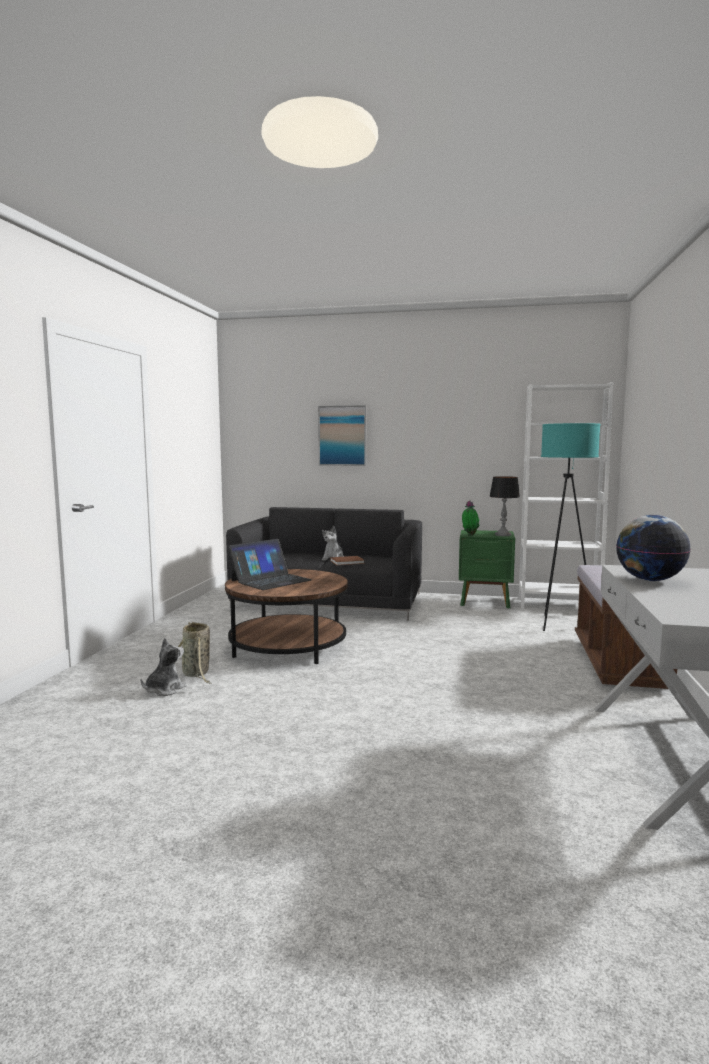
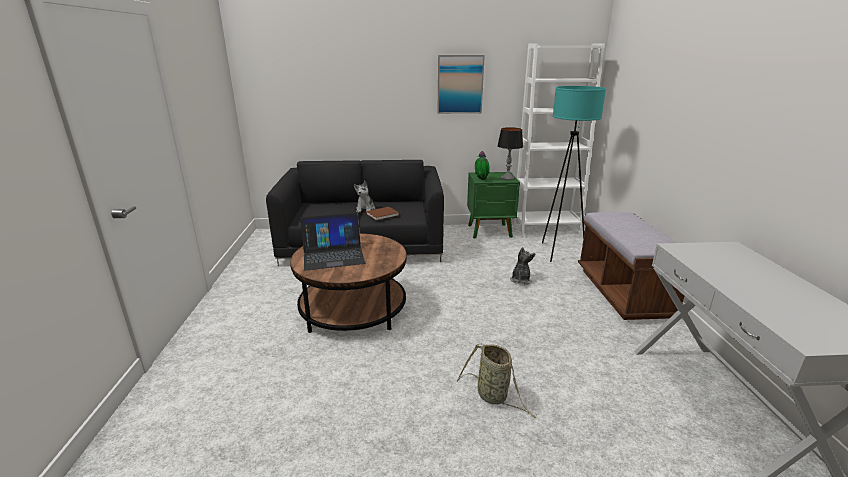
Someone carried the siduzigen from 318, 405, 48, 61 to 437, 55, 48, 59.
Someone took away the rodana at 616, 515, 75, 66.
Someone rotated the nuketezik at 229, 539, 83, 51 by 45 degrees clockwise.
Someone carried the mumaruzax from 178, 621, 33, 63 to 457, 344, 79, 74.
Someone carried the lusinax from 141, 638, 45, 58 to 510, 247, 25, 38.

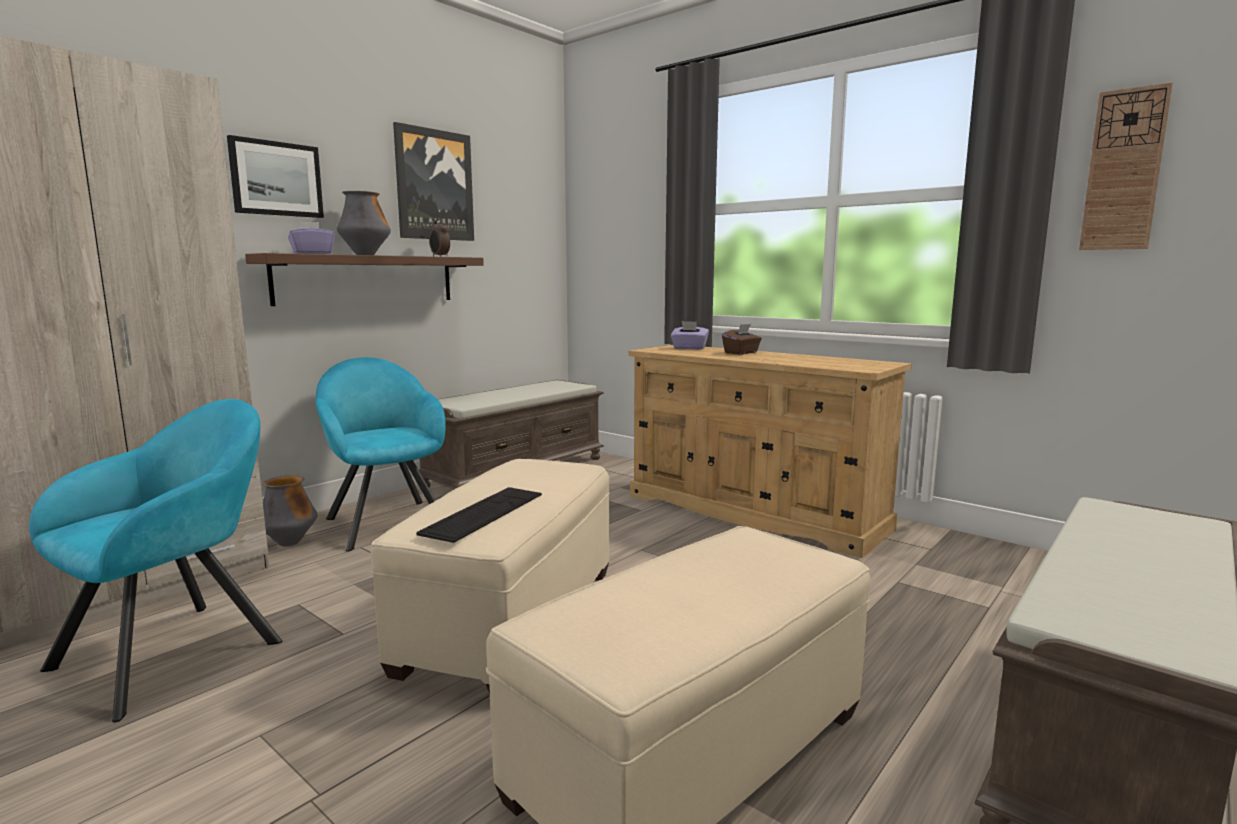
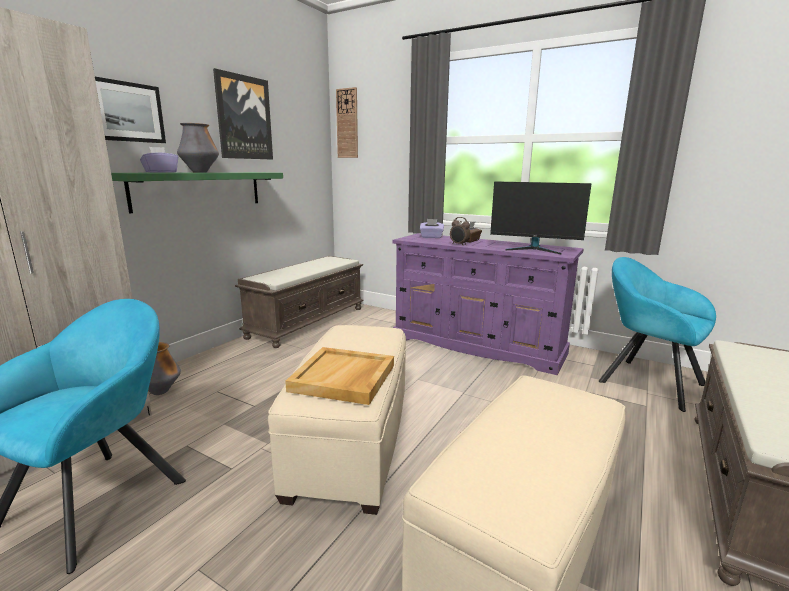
Someone carried the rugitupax from 1079, 82, 94, 168 to 336, 87, 22, 71.
Someone carried the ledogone from 429, 219, 21, 38 to 450, 217, 20, 29.
Someone repainted the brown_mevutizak at 245, 253, 239, 53, which became the green_mevutizak at 111, 172, 172, 41.
Someone repainted the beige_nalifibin at 628, 345, 284, 213, which became the purple_nalifibin at 392, 233, 192, 142.
Someone carried the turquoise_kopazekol from 315, 357, 131, 195 to 598, 257, 118, 155.
Someone swapped the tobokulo at 416, 487, 126, 56 for the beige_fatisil at 285, 347, 109, 58.
Someone put down the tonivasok at 490, 181, 102, 73.

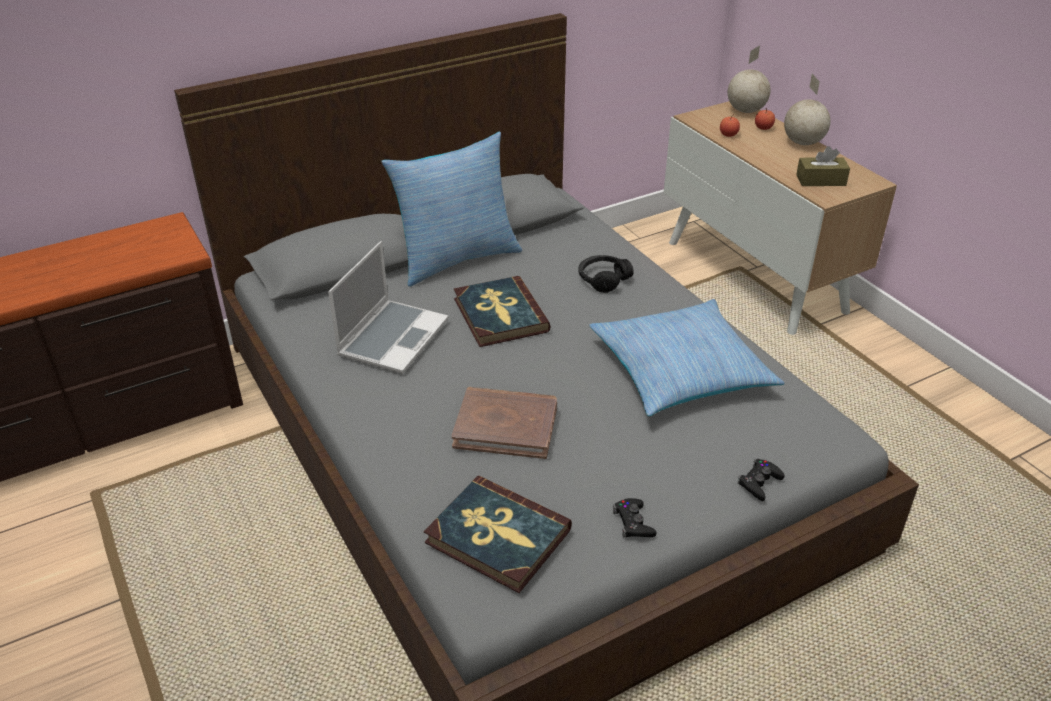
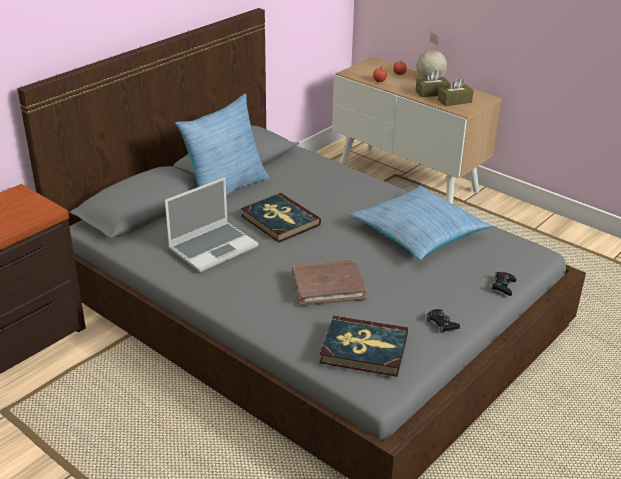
Someone took away the rodana at 728, 46, 43, 67.
Someone rotated the nuketezik at 328, 241, 121, 133 by 45 degrees clockwise.
Someone took away the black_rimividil at 578, 255, 56, 38.
Someone put down the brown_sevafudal at 416, 69, 34, 28.

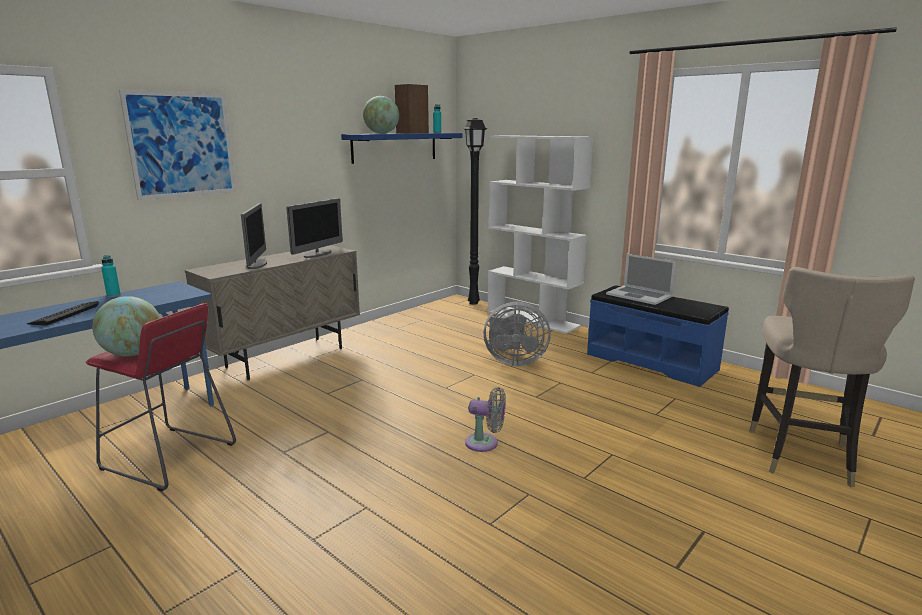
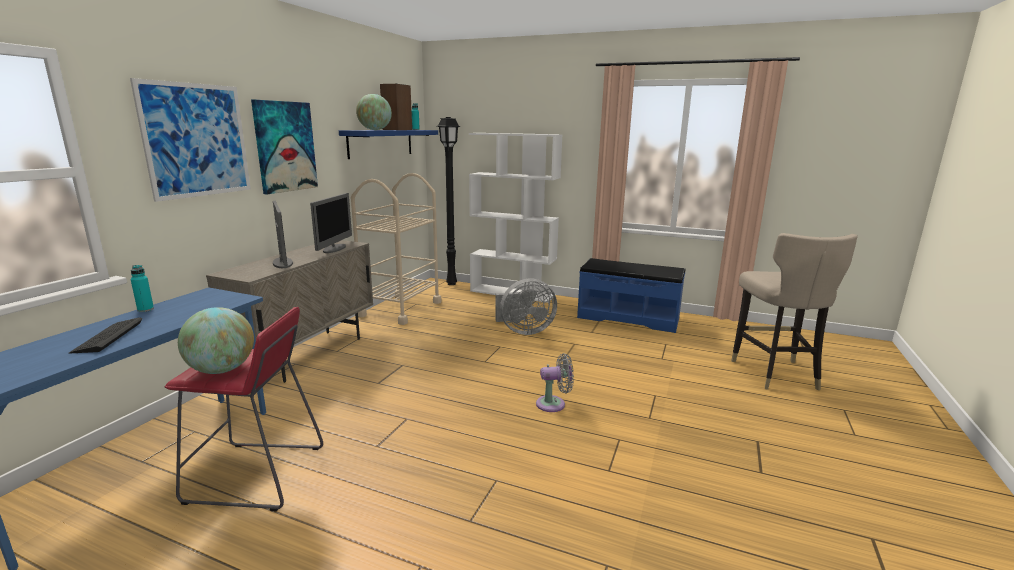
Someone took away the nuketezik at 606, 254, 70, 51.
Someone put up the siduzigen at 251, 100, 67, 95.
Someone put down the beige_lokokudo at 351, 173, 90, 152.

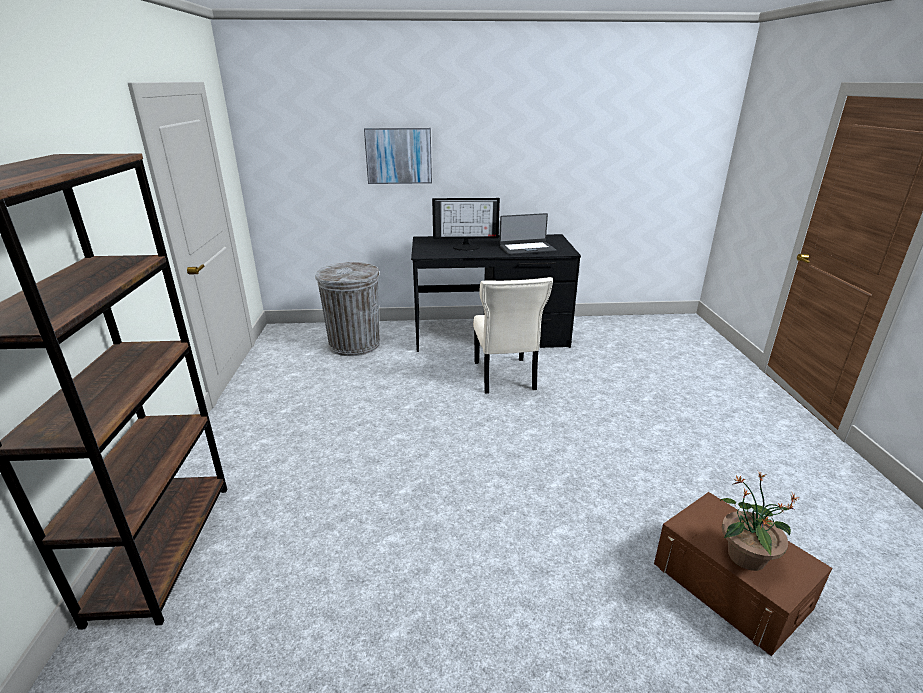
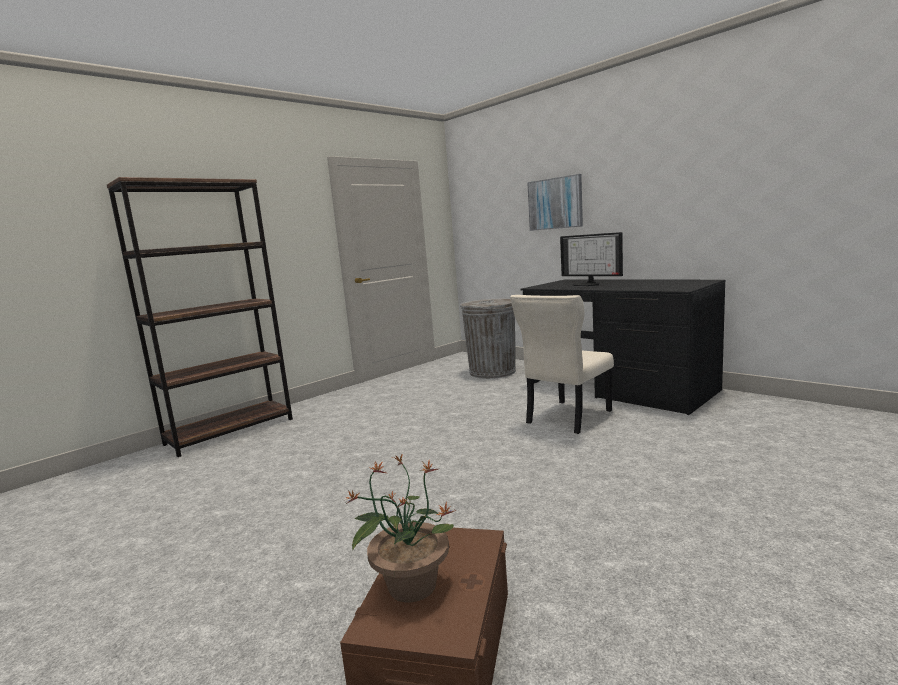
Someone took away the nuketezik at 499, 213, 57, 42.

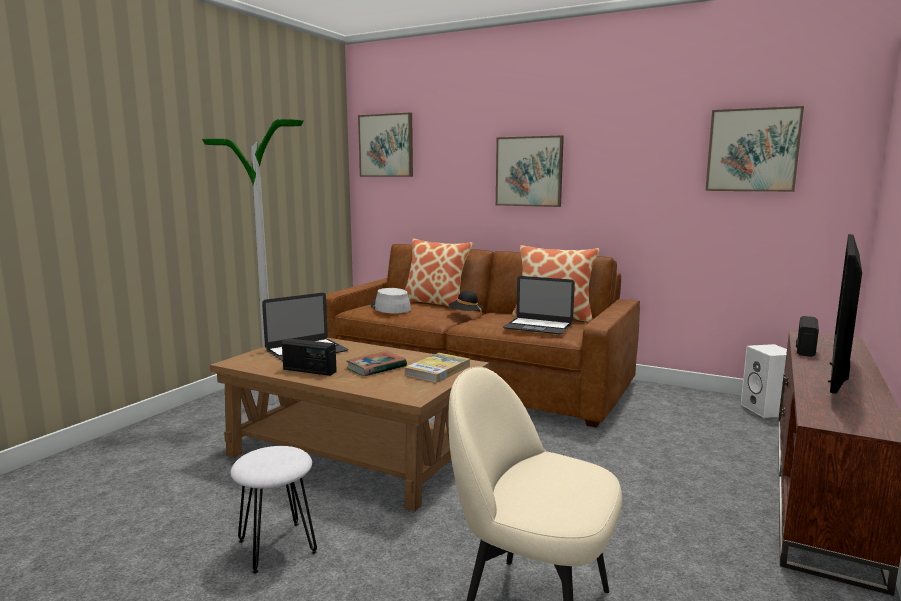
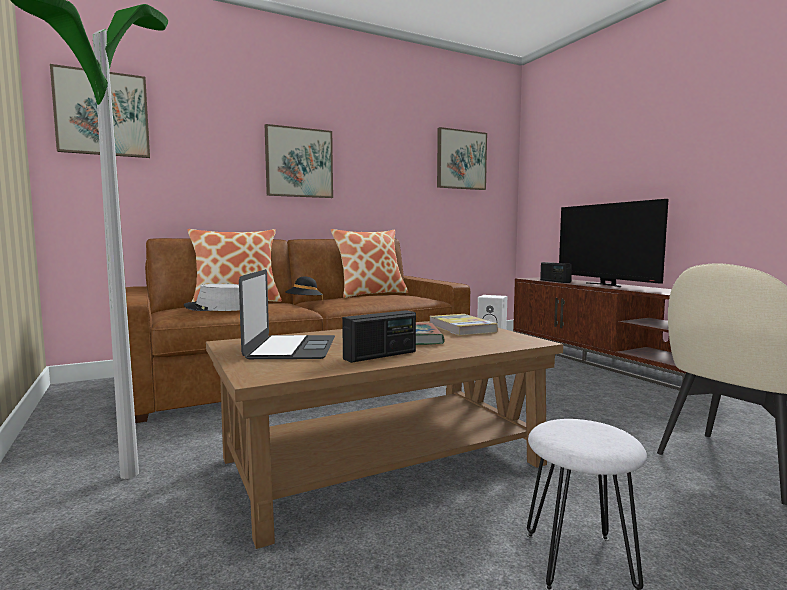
Someone took away the nuketezik at 503, 276, 72, 58.

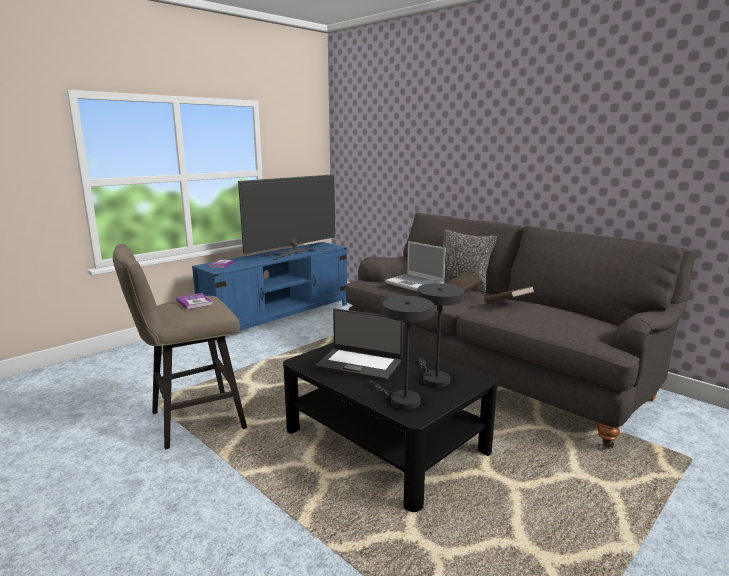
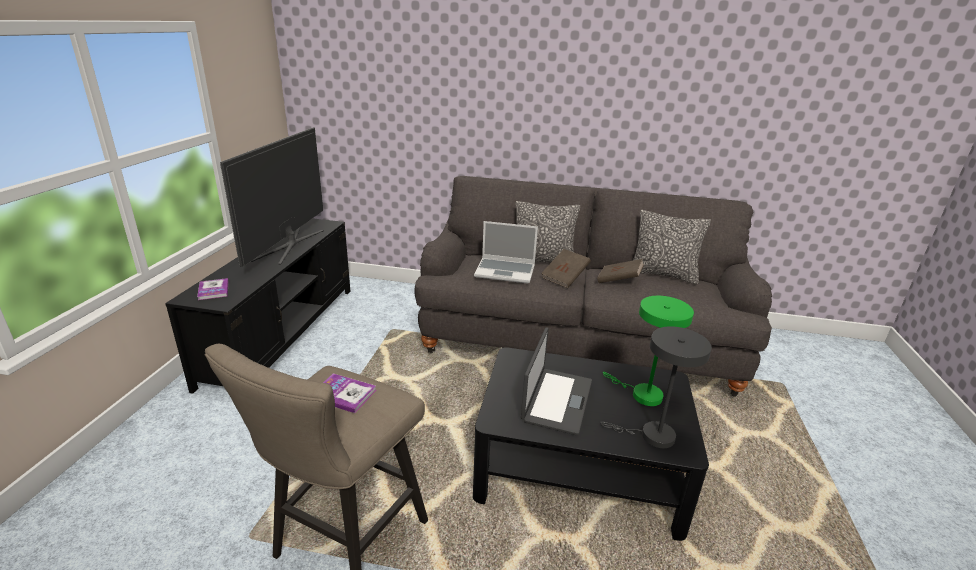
Someone repainted the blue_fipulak at 192, 242, 155, 88, which became the black_fipulak at 165, 218, 186, 175.
Someone repainted the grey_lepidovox at 417, 283, 47, 105, which became the green_lepidovox at 603, 296, 91, 110.
Someone rotated the nuketezik at 315, 309, 88, 71 by 60 degrees counterclockwise.
Someone put down the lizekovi at 633, 210, 78, 74.

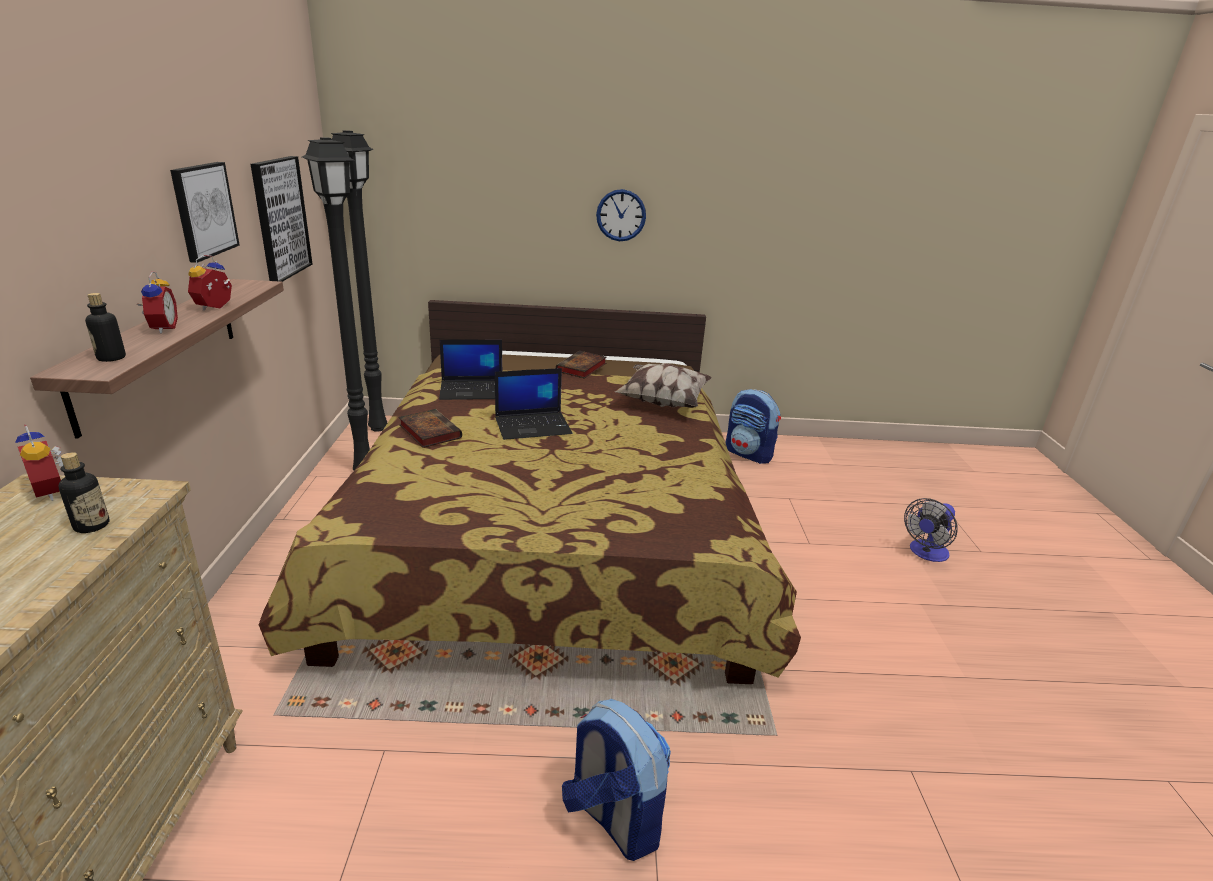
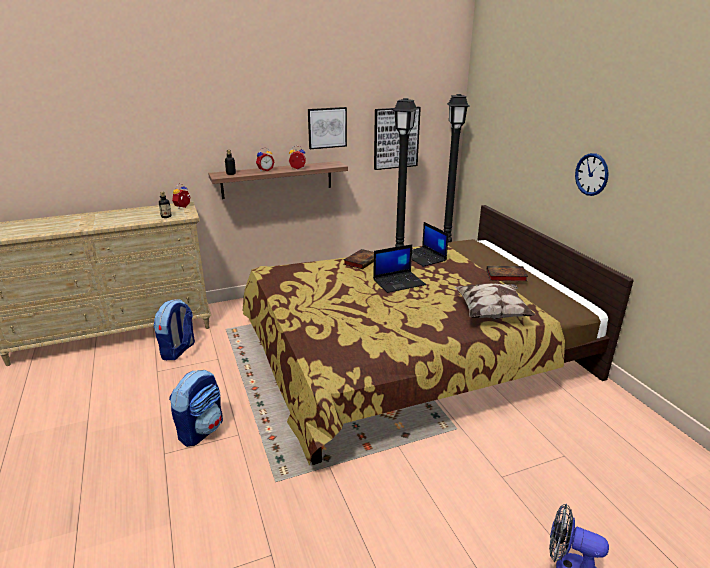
Someone rotated the nuketezik at 495, 368, 77, 72 by 75 degrees counterclockwise.
Someone carried the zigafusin from 726, 389, 55, 75 to 154, 299, 41, 61.

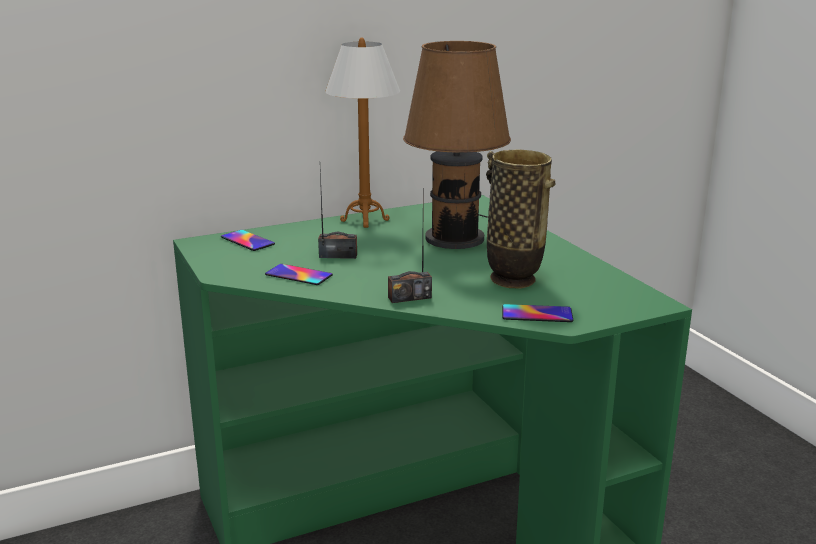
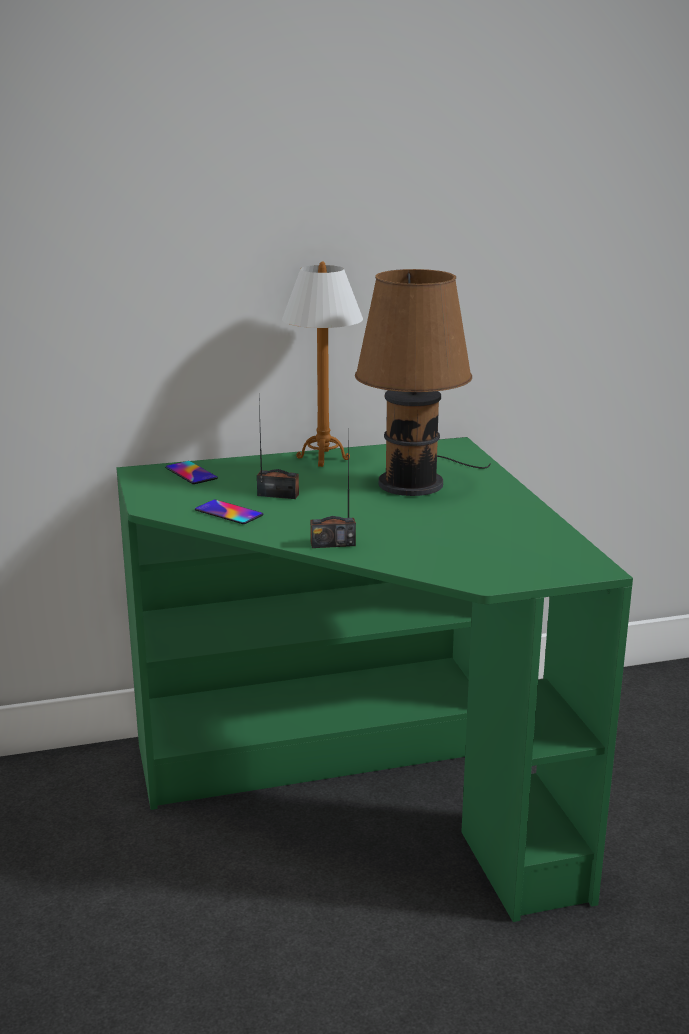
Someone took away the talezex at 486, 150, 70, 138.
Someone took away the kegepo at 502, 304, 71, 18.

